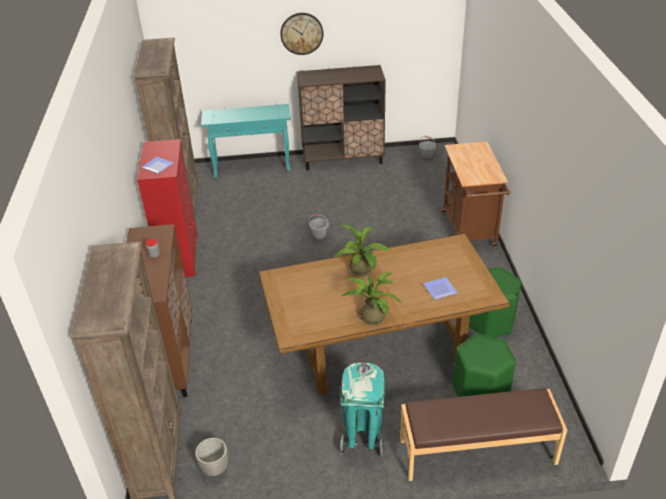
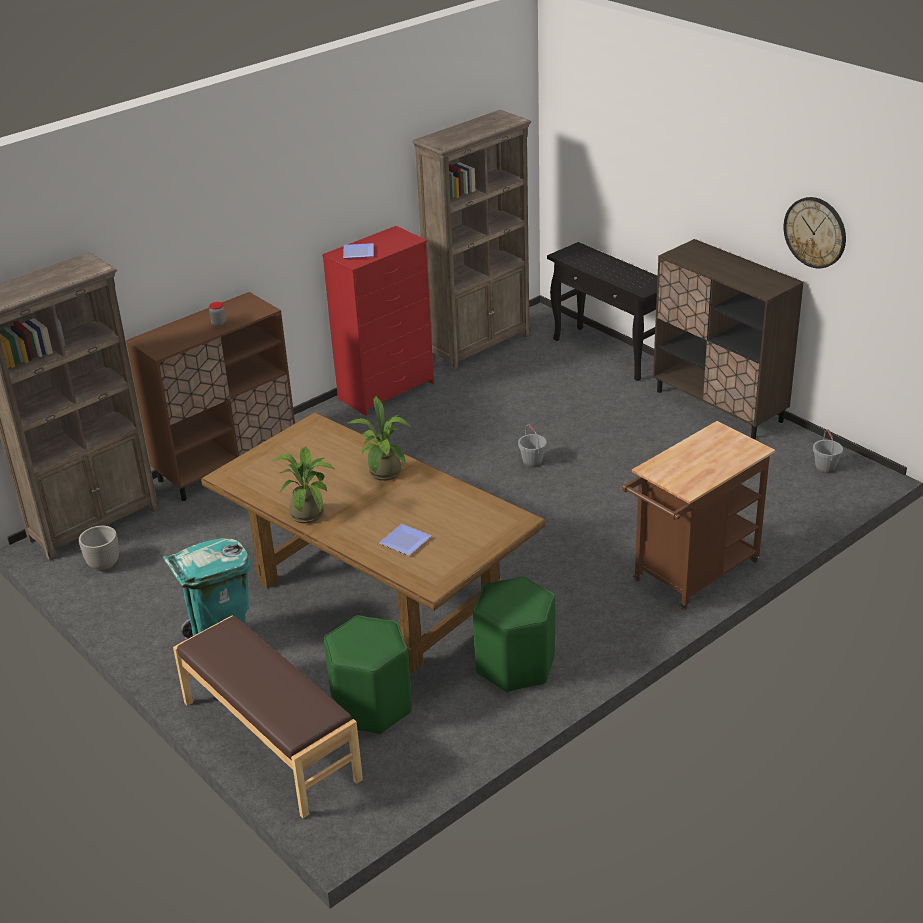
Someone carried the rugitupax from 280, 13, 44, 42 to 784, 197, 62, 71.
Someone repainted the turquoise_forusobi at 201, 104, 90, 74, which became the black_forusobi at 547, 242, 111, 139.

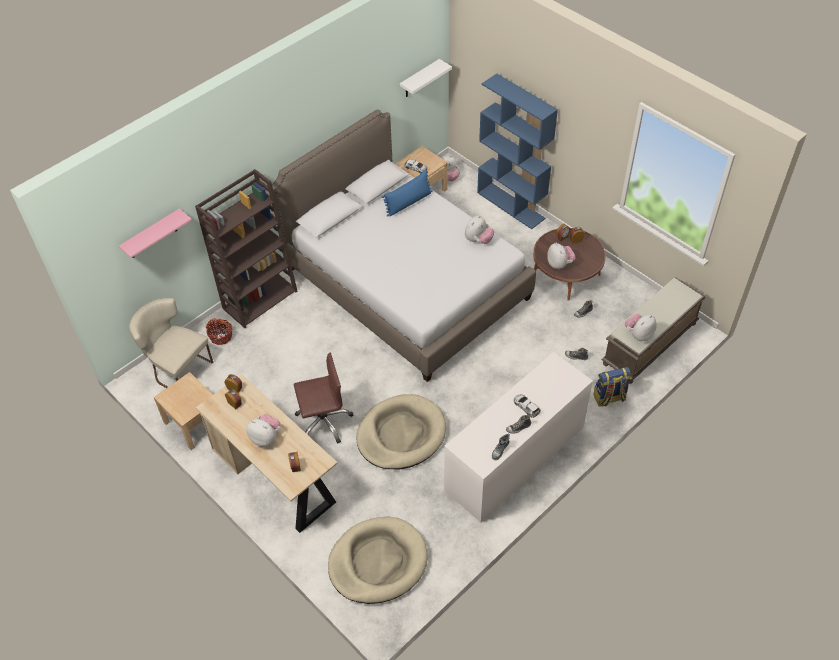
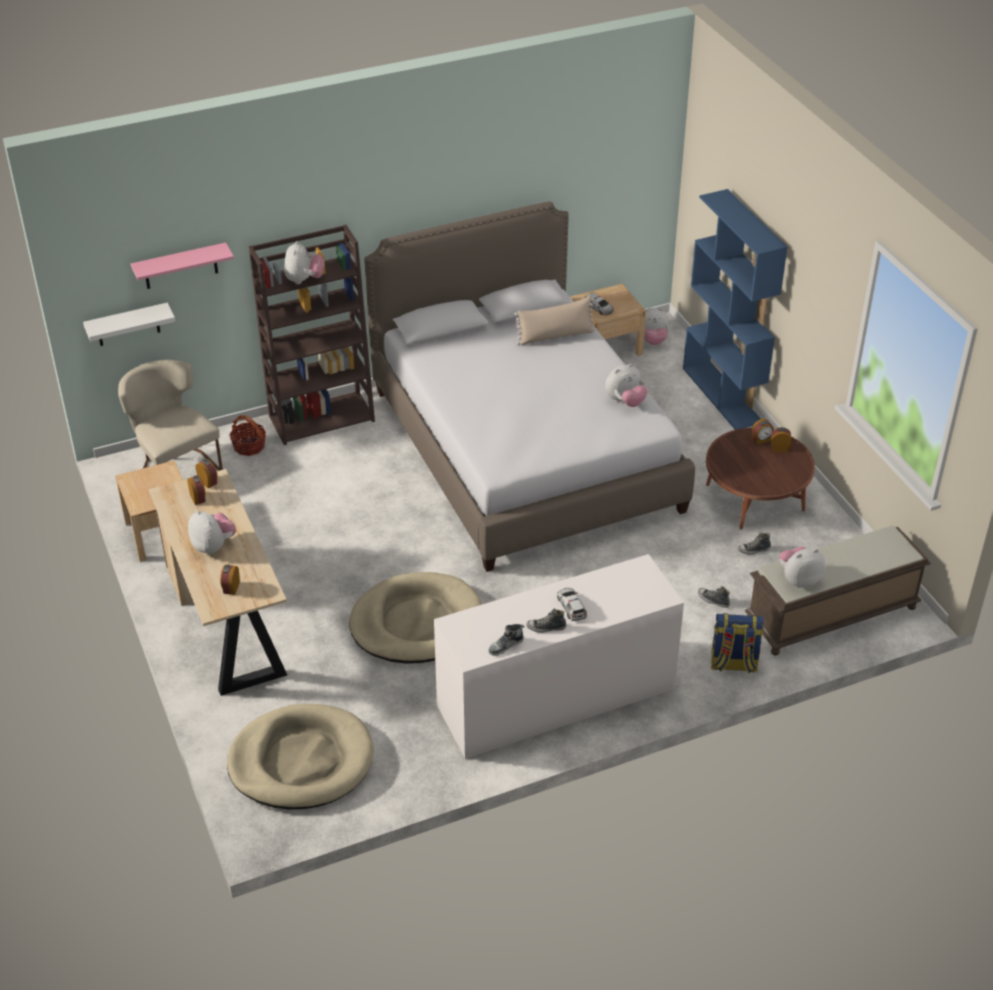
Someone carried the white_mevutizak from 400, 59, 52, 38 to 83, 303, 92, 43.
Someone repainted the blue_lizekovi at 382, 170, 50, 47, which became the beige_lizekovi at 515, 296, 80, 49.
Someone carried the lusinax from 547, 243, 29, 26 to 284, 241, 40, 44.
Someone took away the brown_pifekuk at 294, 353, 59, 91.

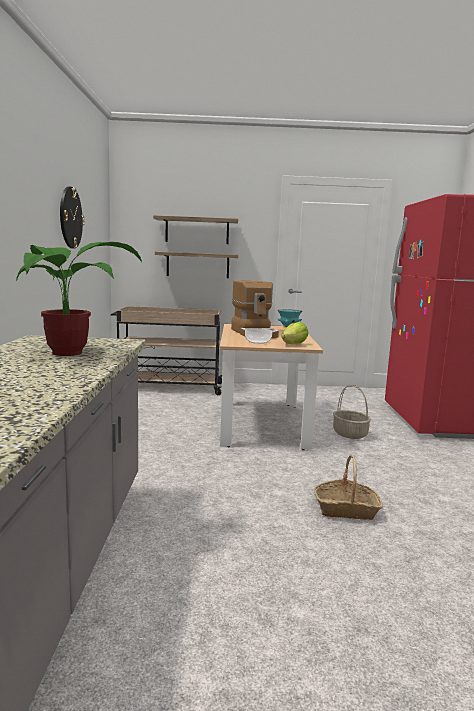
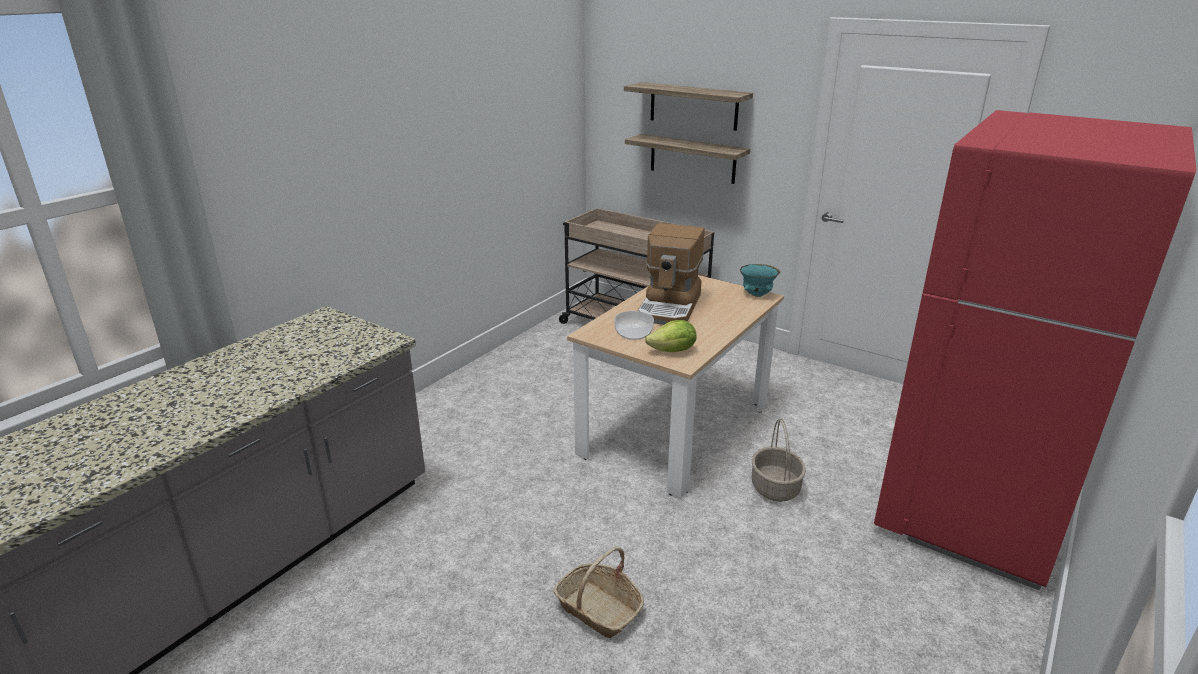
Someone took away the rugitupax at 60, 187, 25, 62.
Someone took away the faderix at 16, 242, 126, 114.

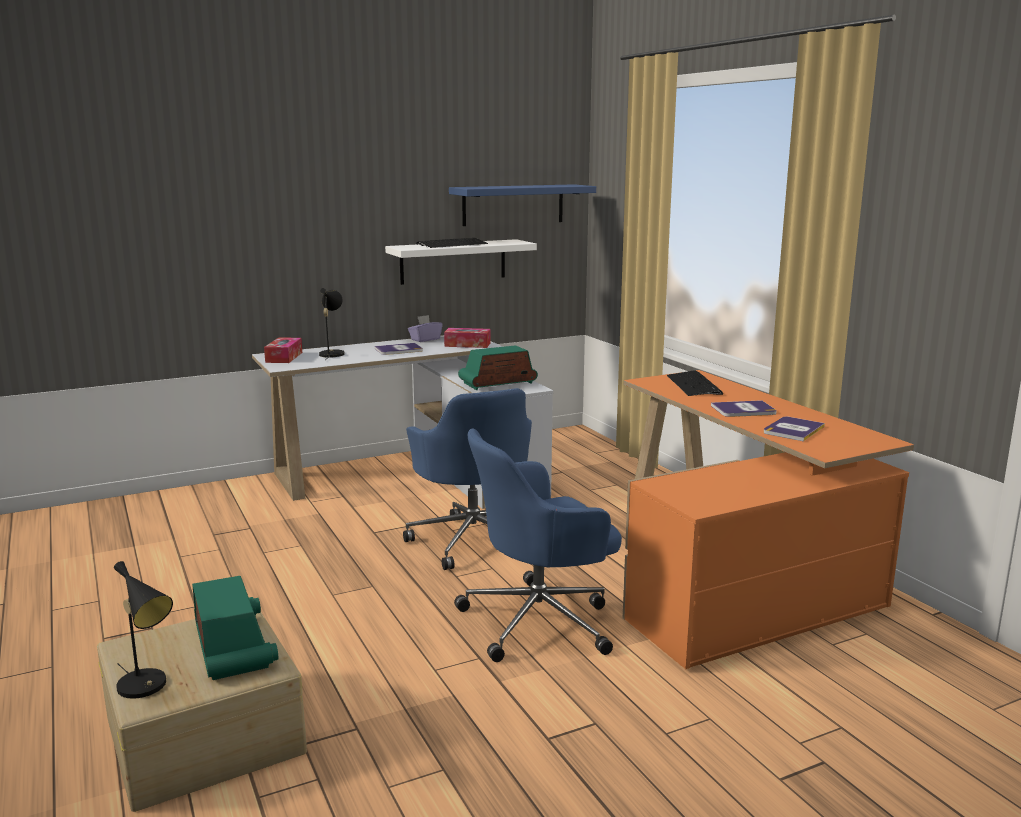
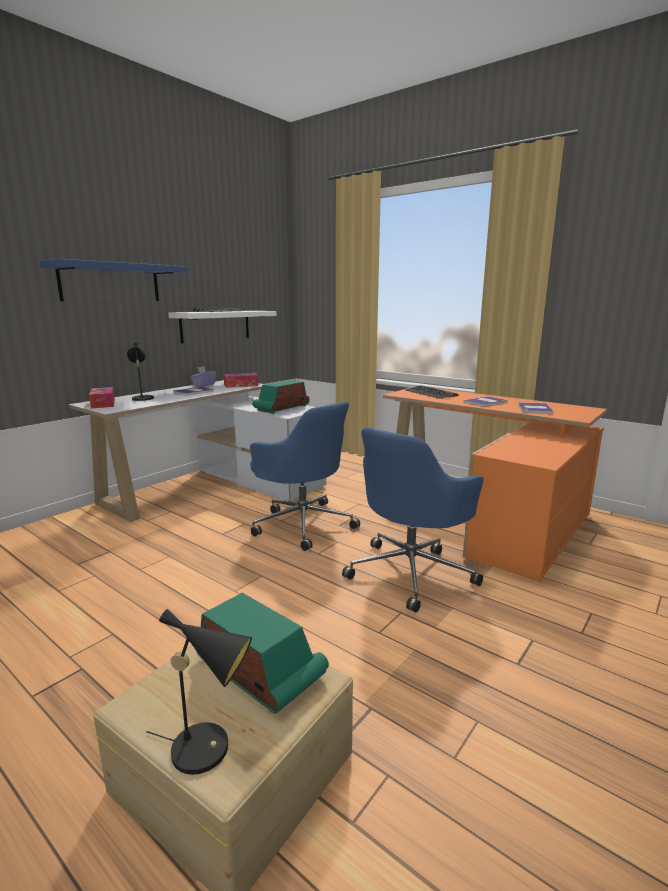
Someone carried the blue_mevutizak from 449, 184, 147, 42 to 39, 259, 150, 42.

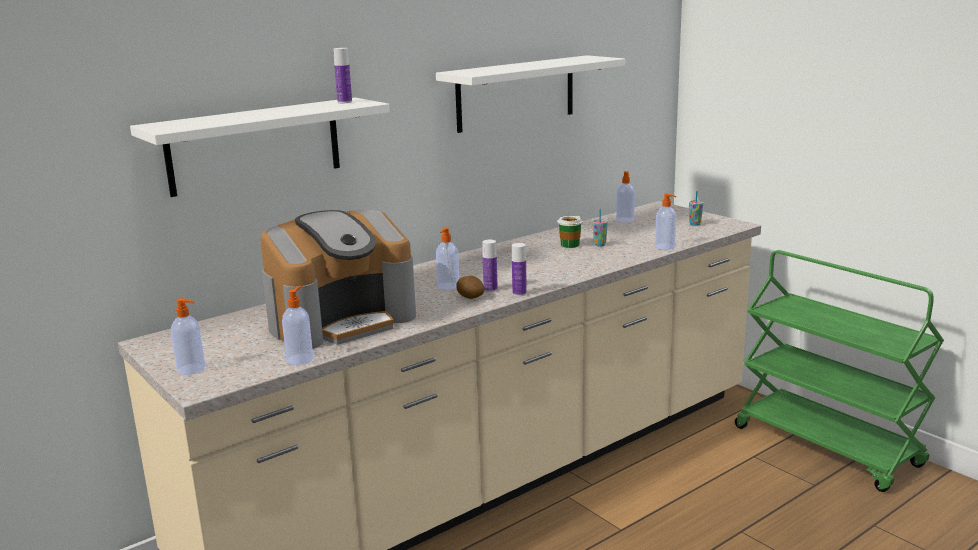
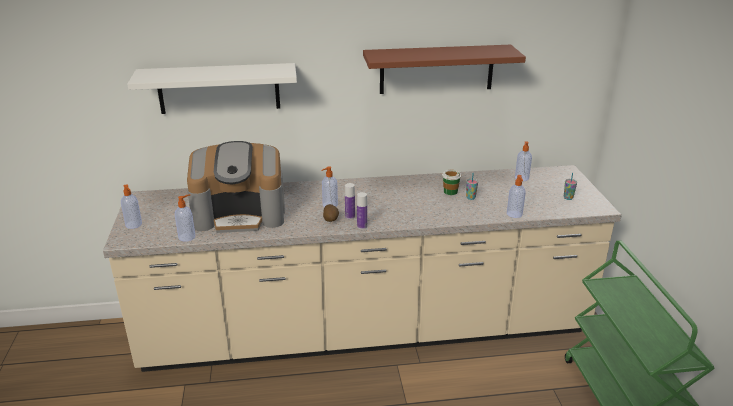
Someone took away the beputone at 333, 48, 19, 55.
Someone repainted the white_mevutizak at 436, 55, 189, 78, which became the brown_mevutizak at 363, 45, 163, 49.

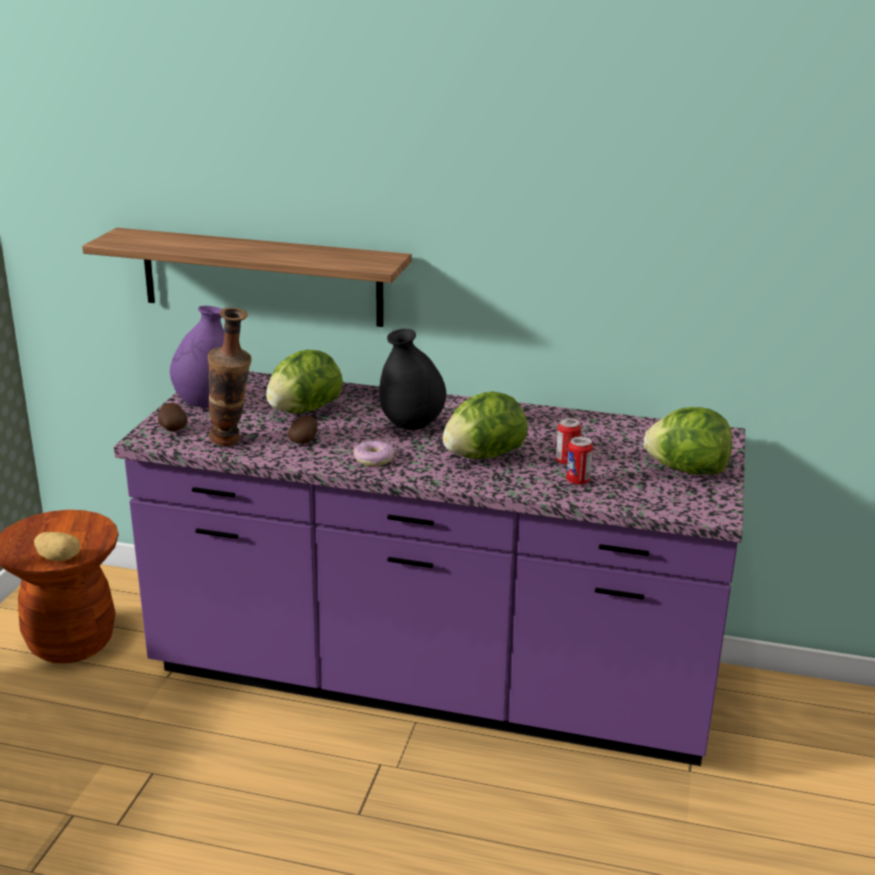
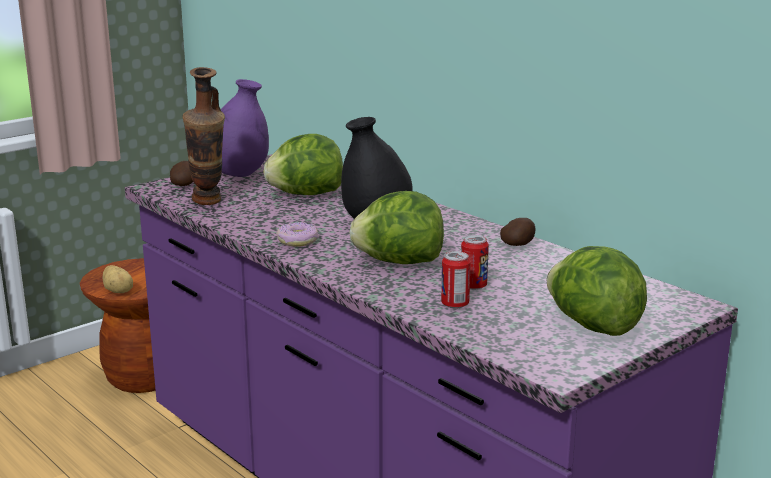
Someone took away the mevutizak at 82, 228, 330, 99.
Someone carried the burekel from 288, 415, 29, 29 to 500, 218, 36, 28.

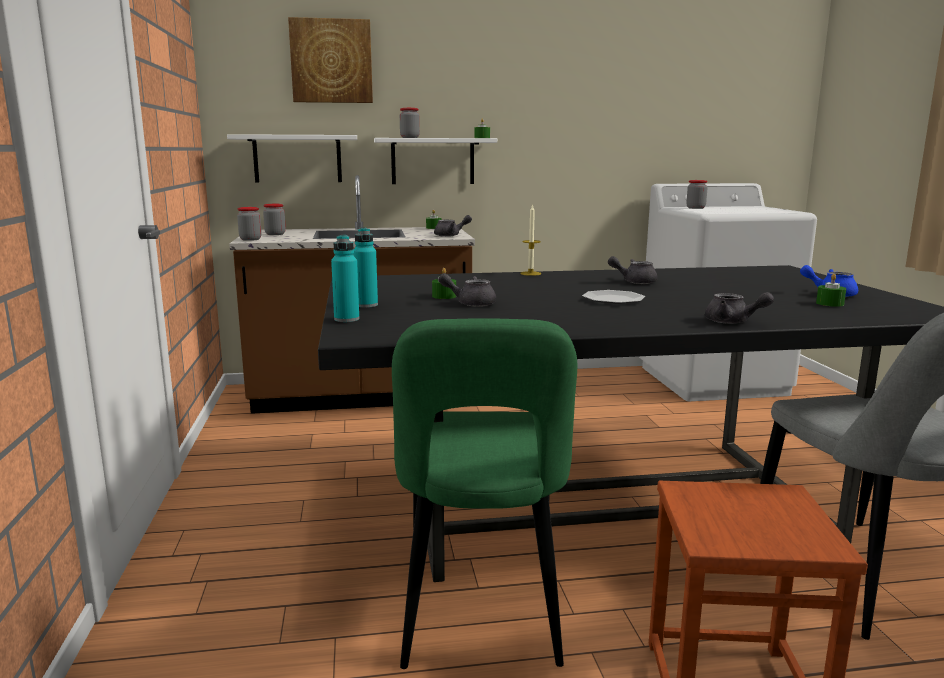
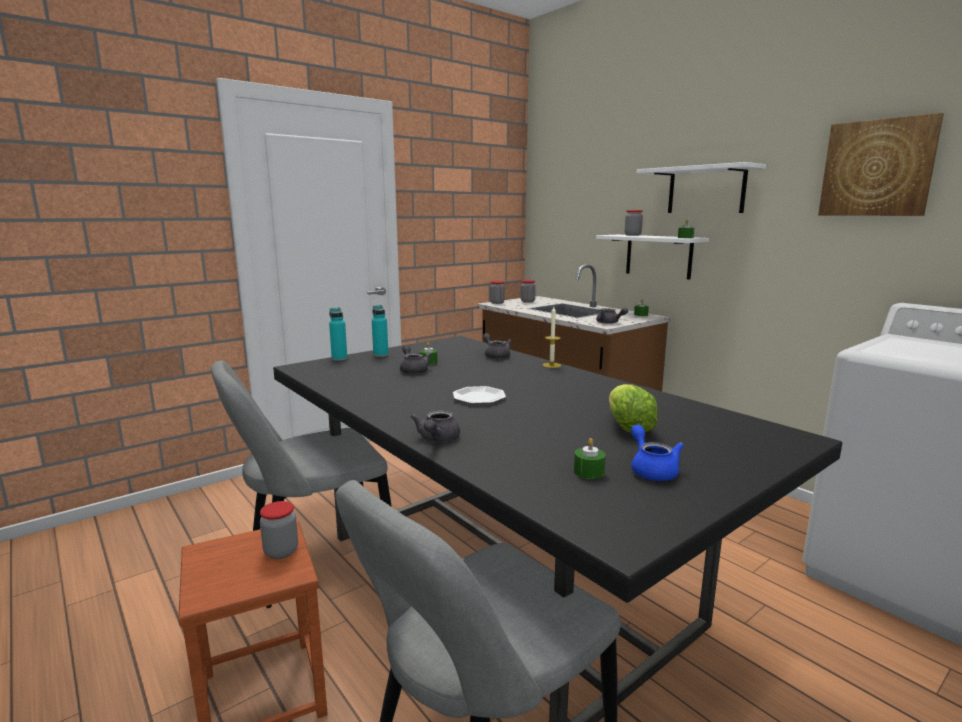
Someone carried the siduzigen from 288, 17, 85, 86 to 818, 113, 126, 103.
Someone carried the white_mevutizak from 227, 134, 130, 49 to 637, 162, 129, 51.
Someone carried the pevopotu from 686, 180, 22, 29 to 260, 501, 38, 58.
Someone carried the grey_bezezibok from 608, 256, 50, 28 to 483, 333, 29, 26.
Someone repainted the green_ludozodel at 392, 318, 185, 351, which became the grey_ludozodel at 211, 360, 181, 248.
Someone put down the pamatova at 609, 384, 48, 49.

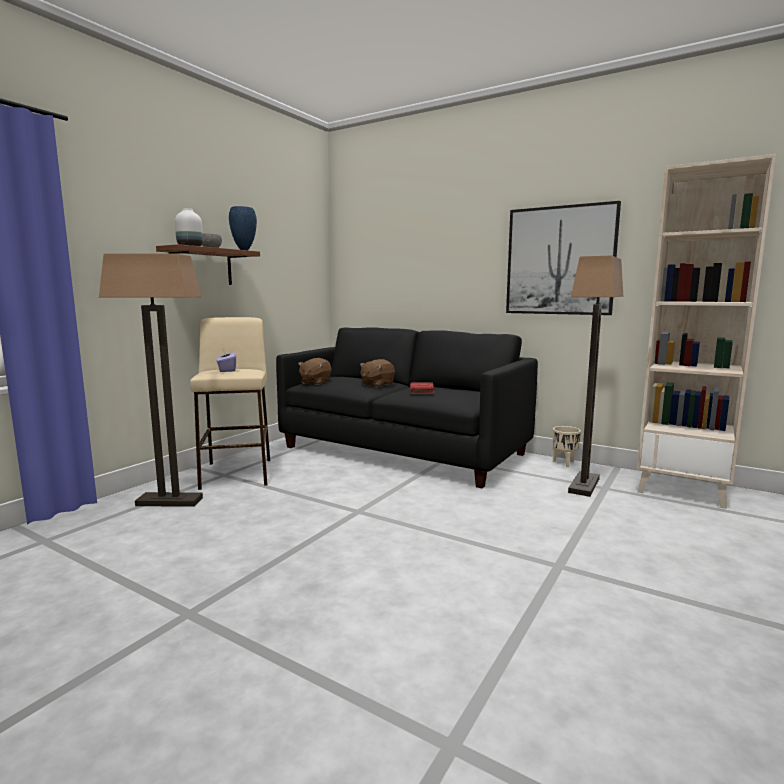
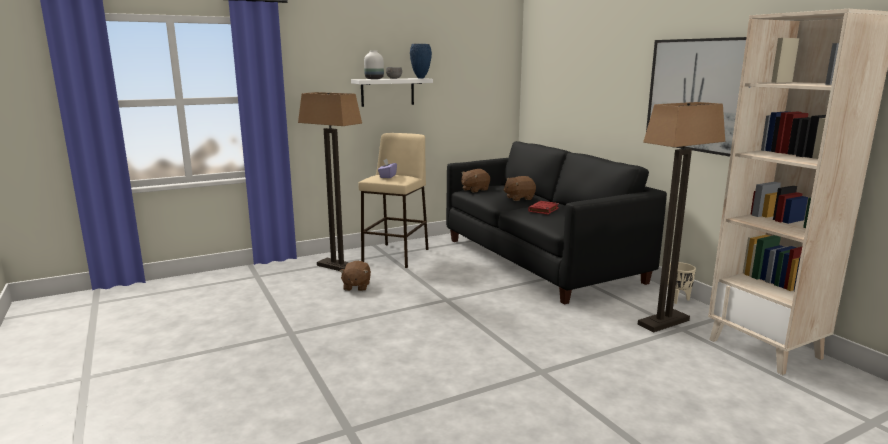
Someone repainted the brown_mevutizak at 156, 244, 104, 41, which became the white_mevutizak at 351, 78, 82, 29.
Someone put down the brown_lusinax at 339, 261, 32, 30.

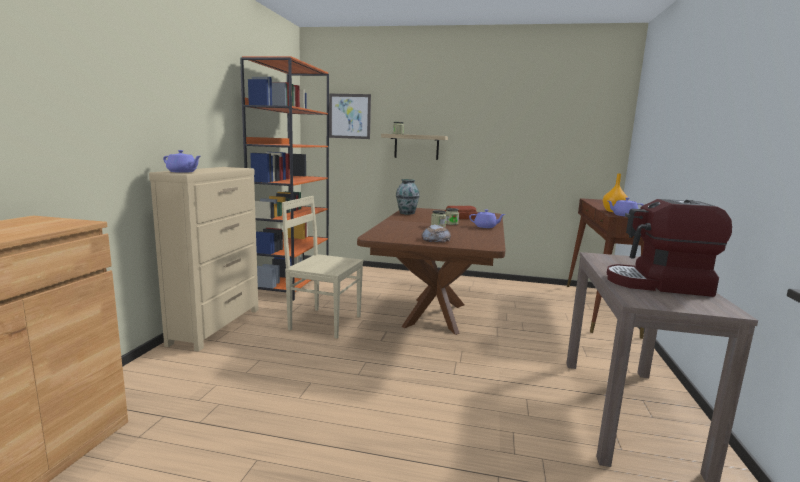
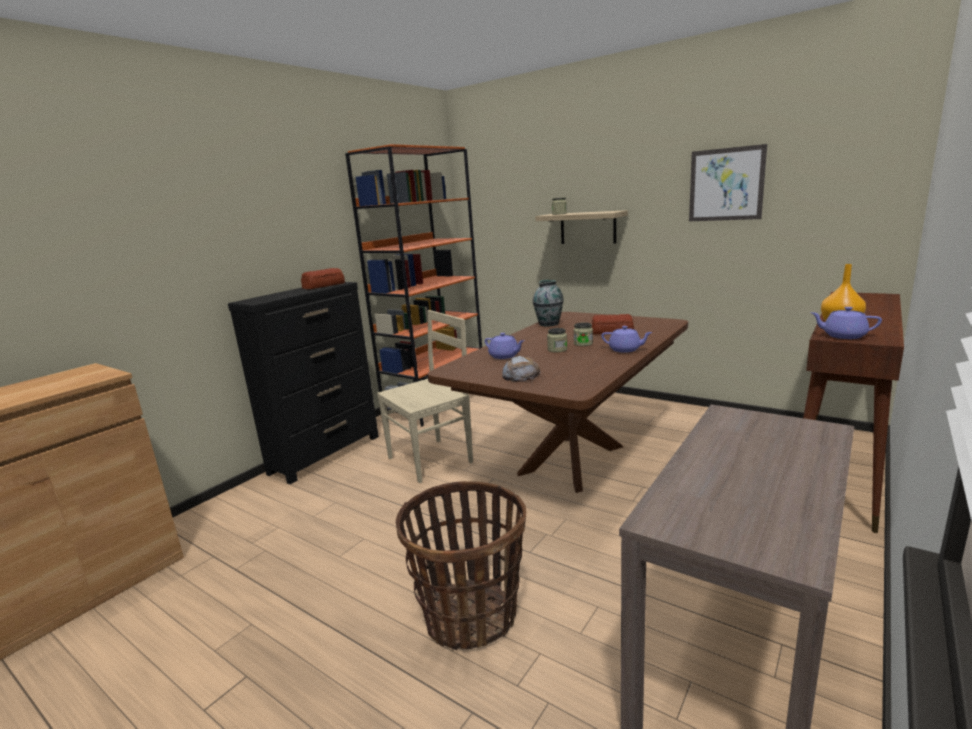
Someone carried the siduzigen from 329, 94, 42, 45 to 689, 144, 78, 77.
Someone carried the purple_bezezibok from 163, 150, 38, 23 to 485, 333, 39, 26.
Someone repainted the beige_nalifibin at 149, 167, 109, 184, which became the black_nalifibin at 228, 282, 151, 202.
Someone rotated the beige_ludozodel at 282, 196, 82, 143 by 105 degrees clockwise.
Someone took away the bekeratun at 607, 199, 125, 98.
Someone put down the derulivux at 301, 268, 44, 21.
Someone put down the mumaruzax at 396, 481, 130, 170.

